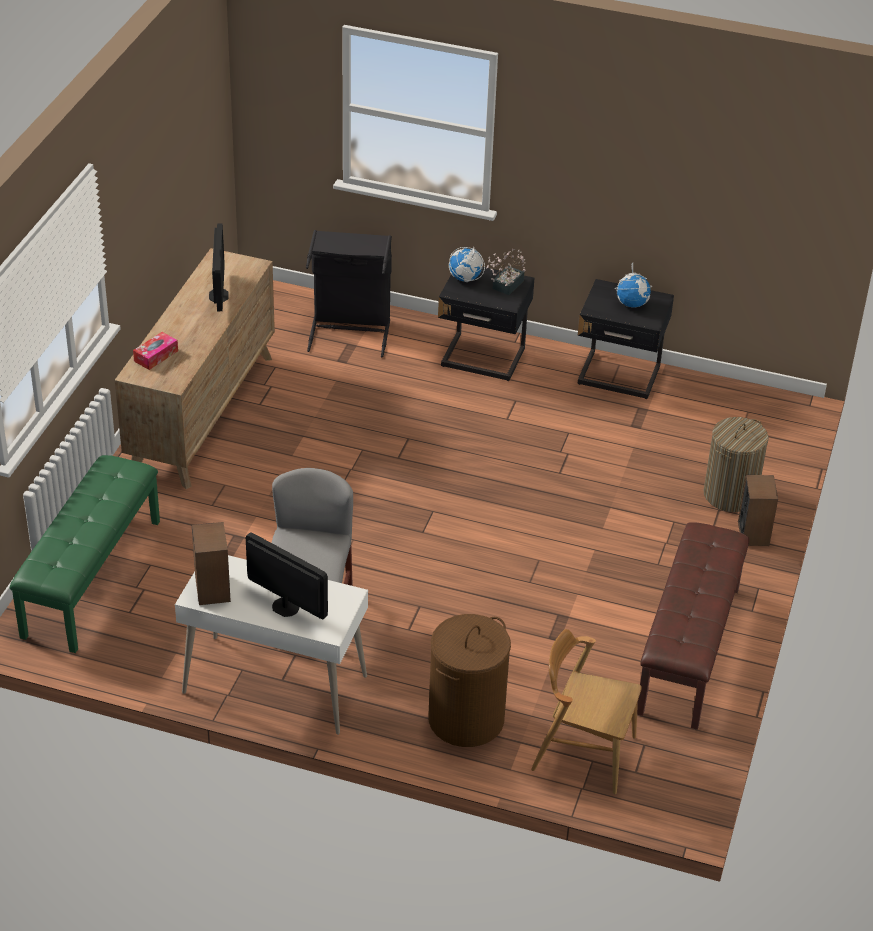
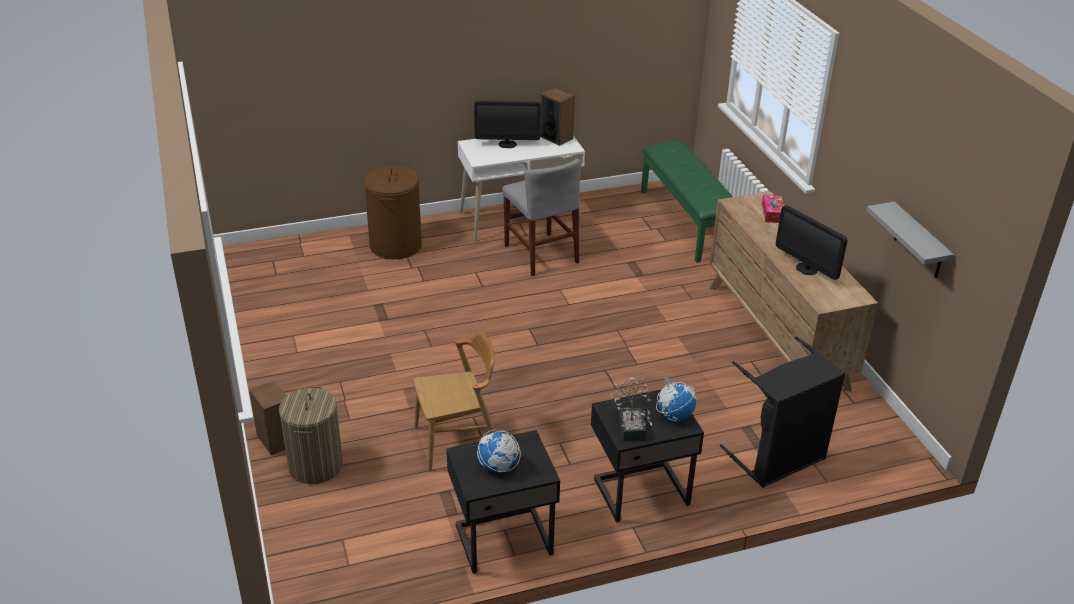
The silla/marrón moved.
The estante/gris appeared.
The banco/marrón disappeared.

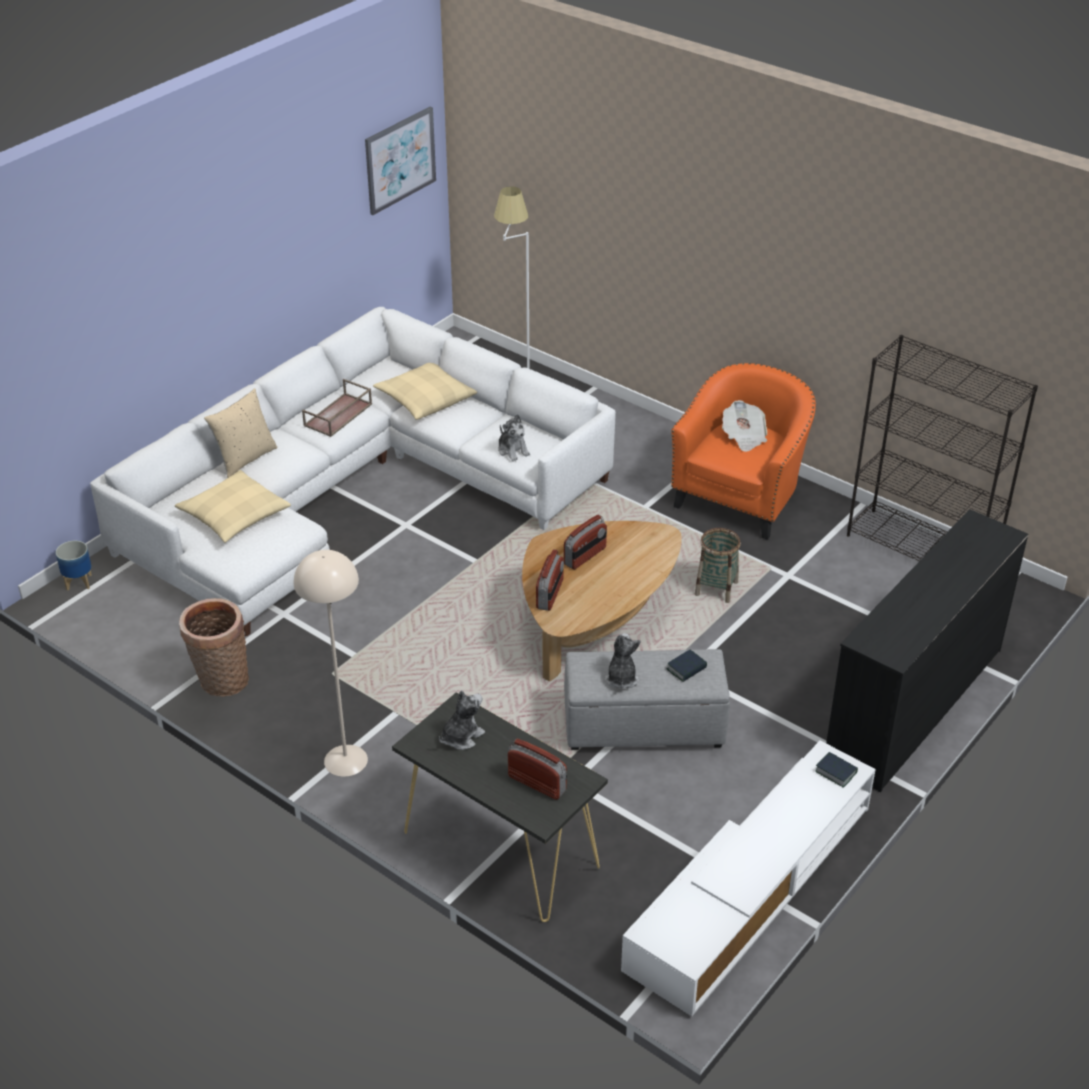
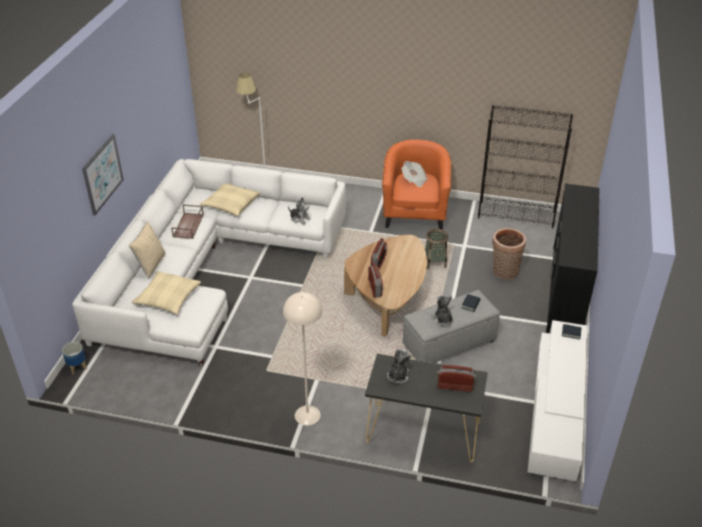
The cuadro moved.
The cesta (1st from left in the first image) moved.

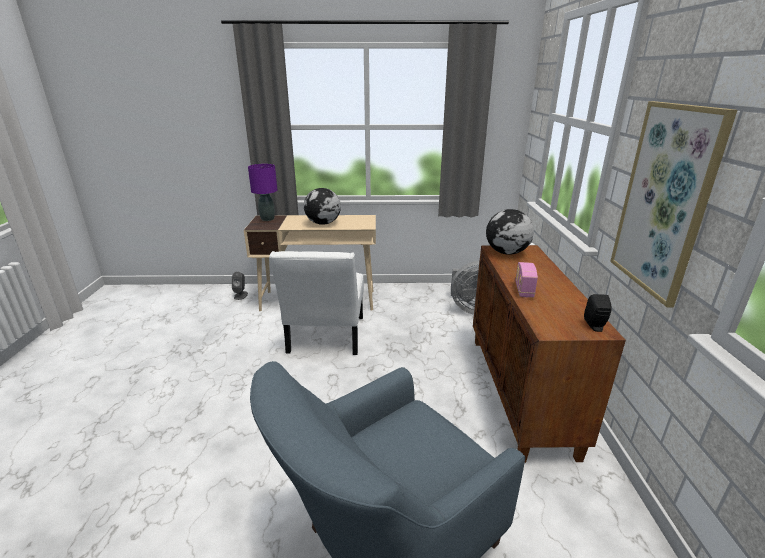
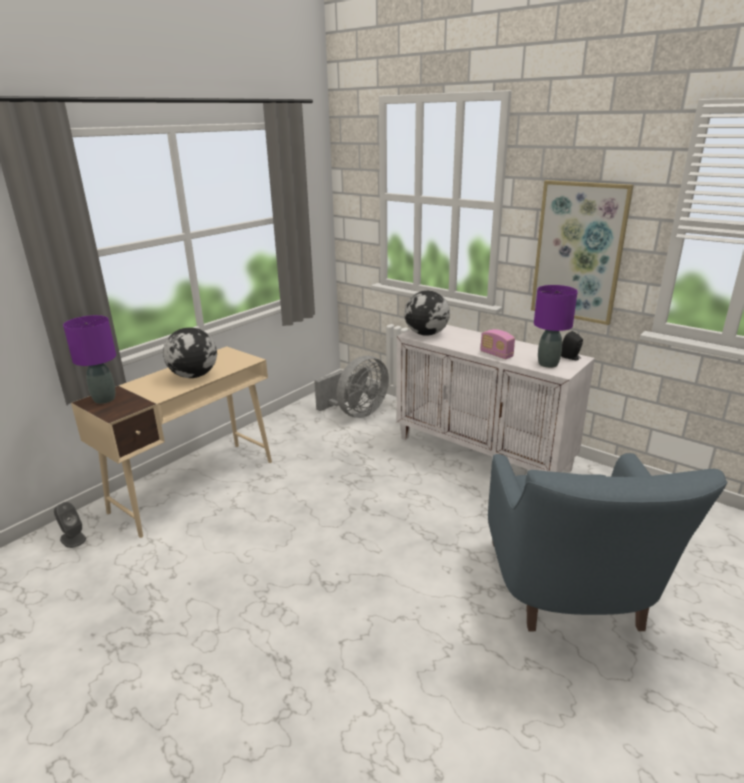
The armario/marrón became the armario/blanco.
The lámpara de mesa/morado (2nd from left) appeared.
The silla/blanco disappeared.

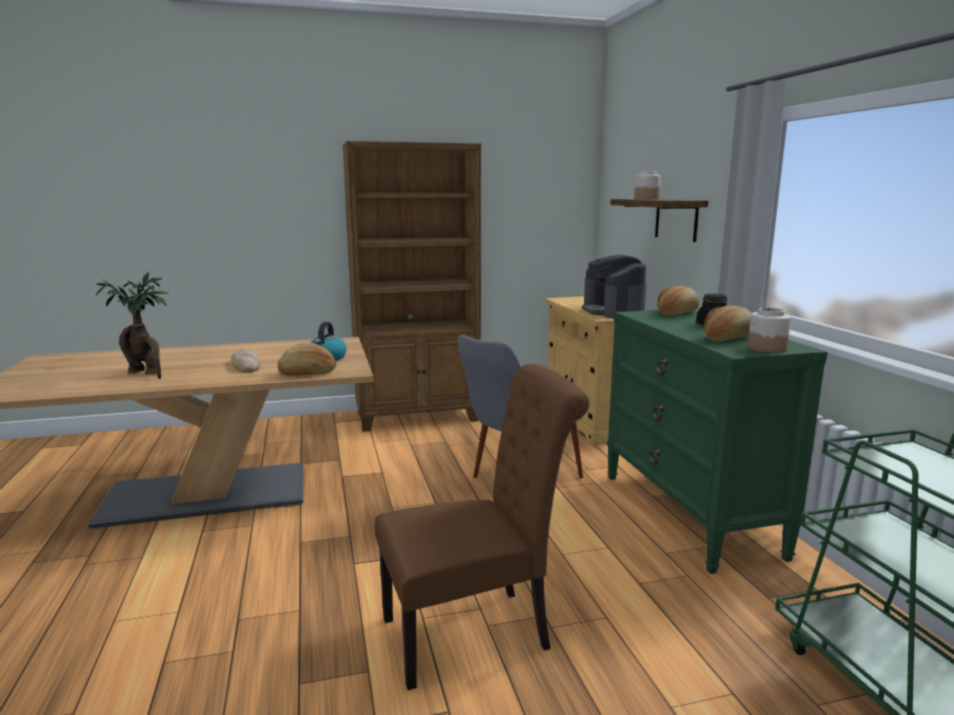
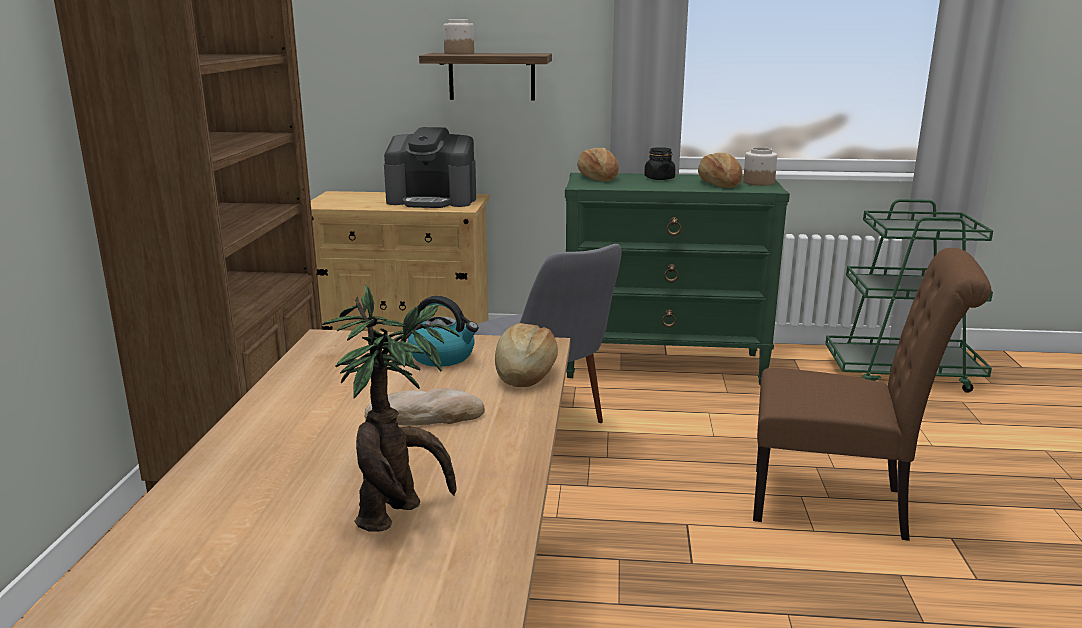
The silla/marrón turned 105 degrees clockwise.

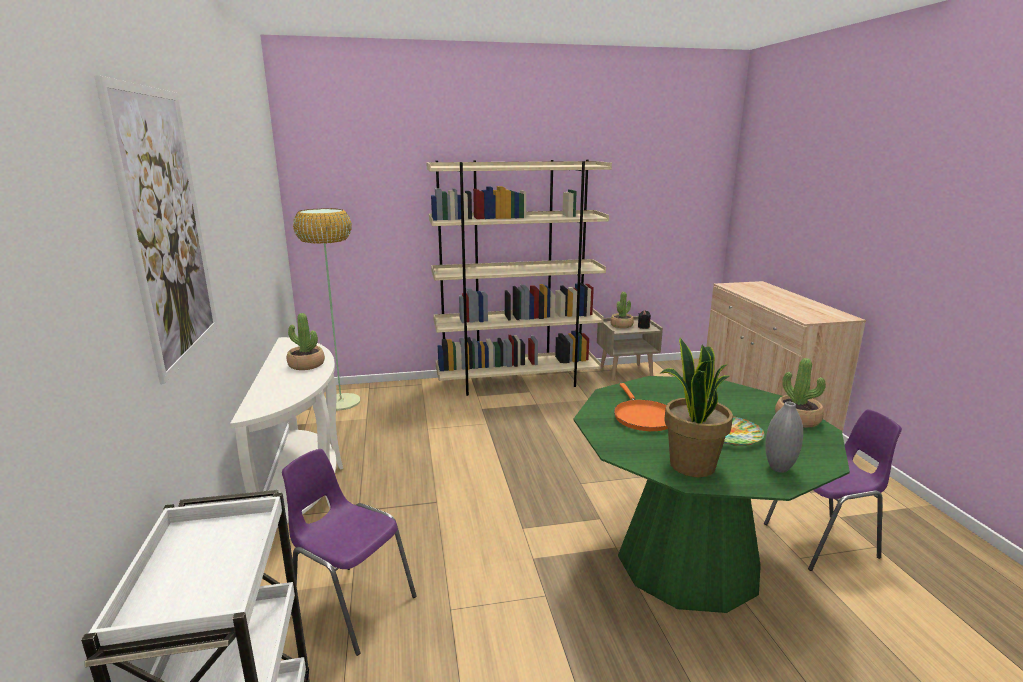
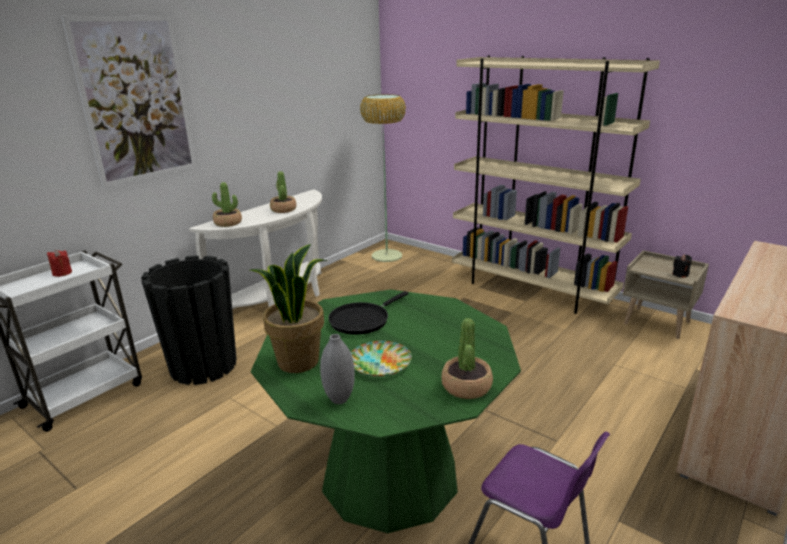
The vela/rojo appeared.
The silla/morado (1st from left) was replaced by the maceta/negro.
The planta en maceta (2nd from left in the first image) moved.
The sartén/naranja became the sartén/negro.

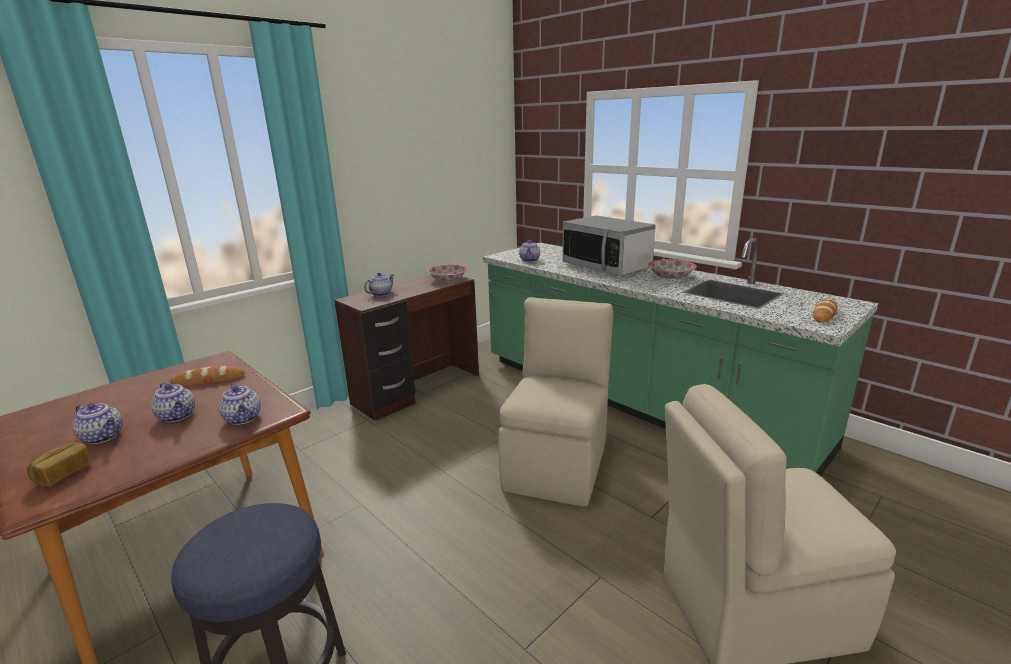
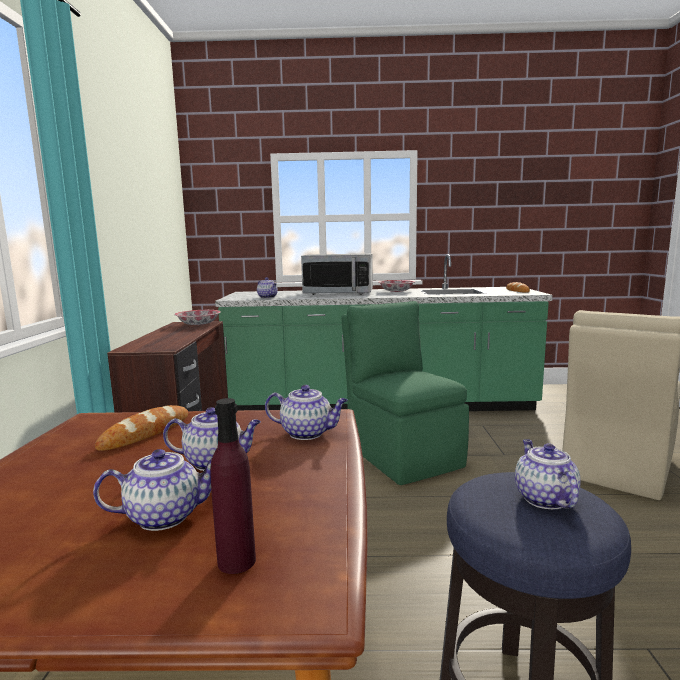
The pan (1st from left) was replaced by the botella/morado.
The silla/beis (1st from left) became the silla/verde.
The tetera (4th from left in the first image) moved.

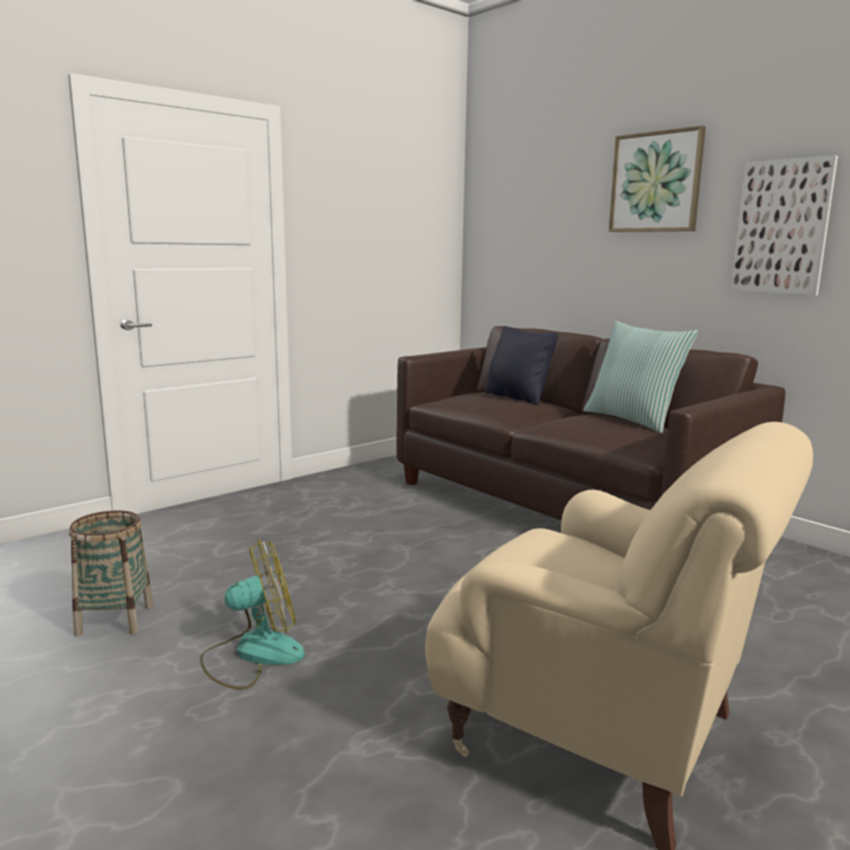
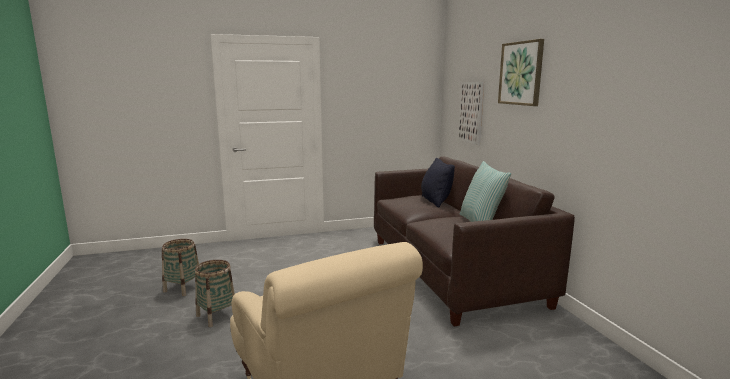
The ventilador was replaced by the cesta (2nd from left).
The cuadro (2nd from left in the first image) moved.

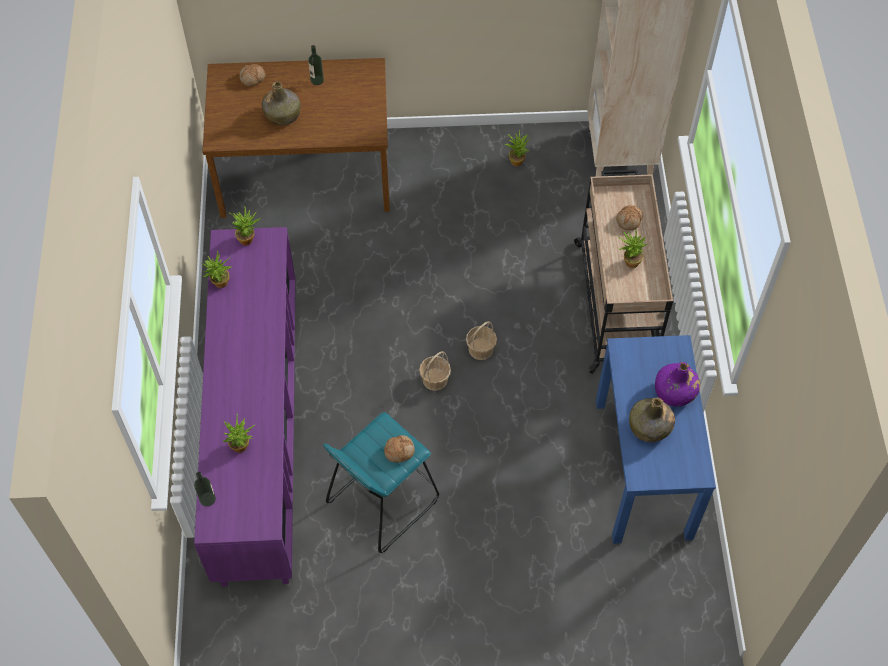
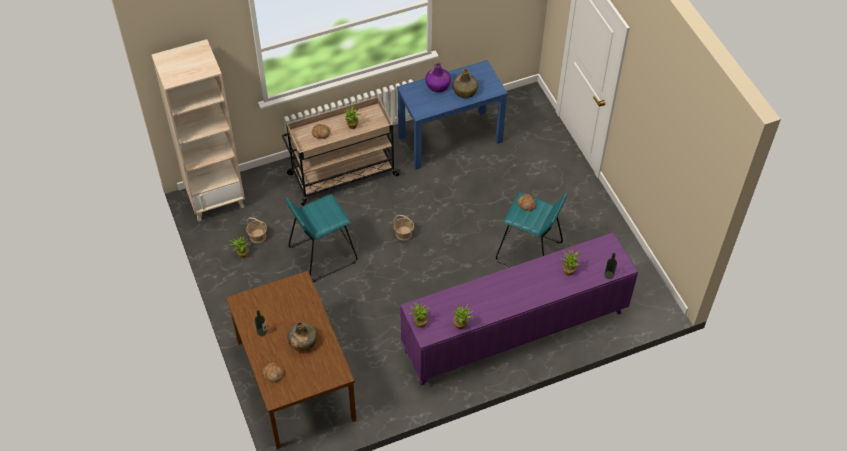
The cesta (1st from left) moved.
The taburete/turquesa (1st from left) appeared.

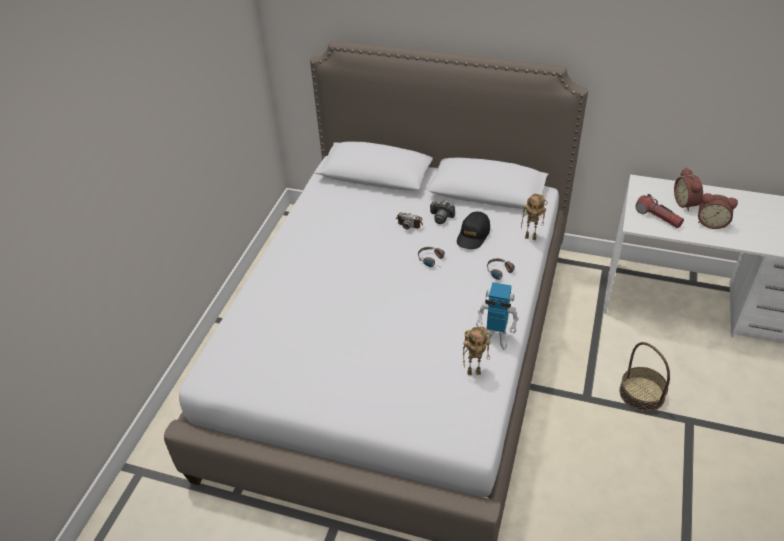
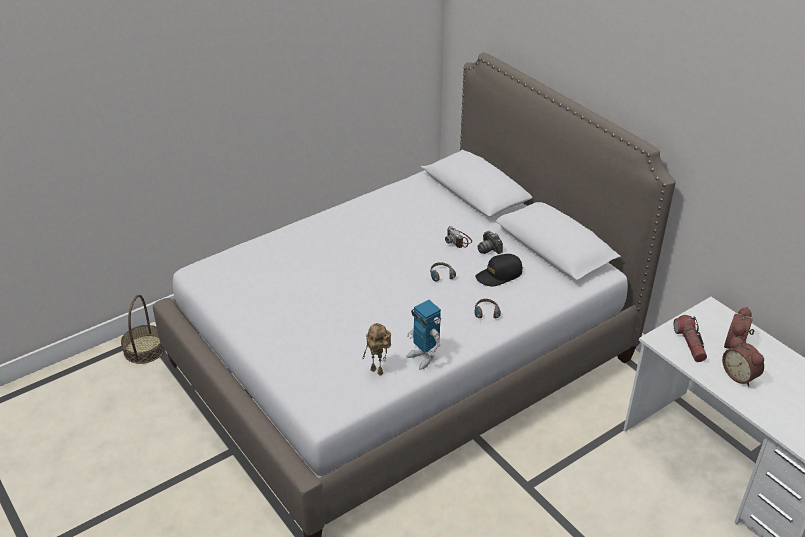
The cesta moved.
The robot de juguete (3rd from left) disappeared.

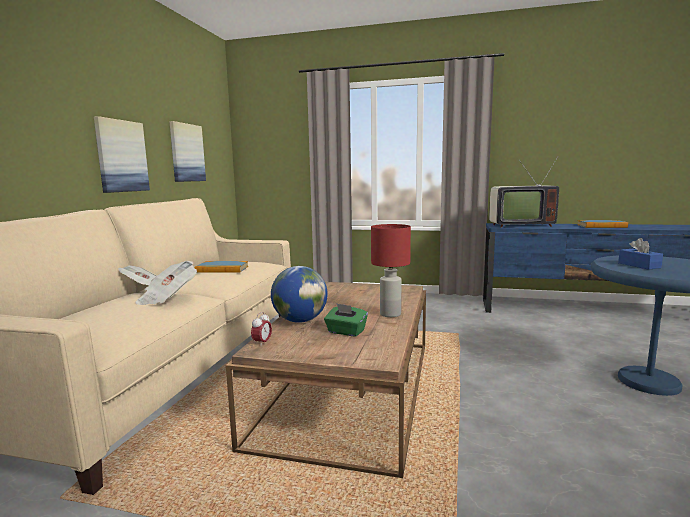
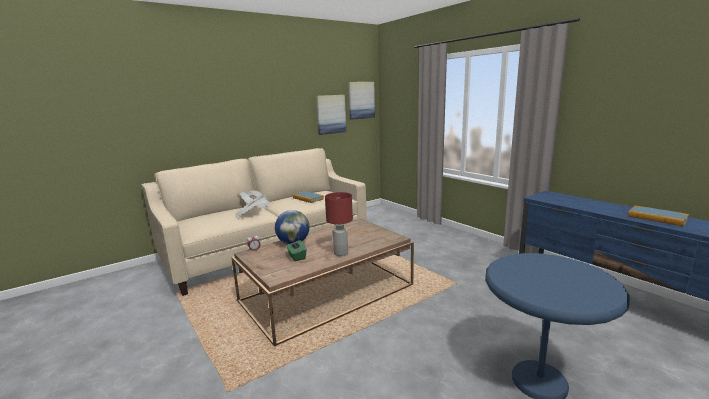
The cuadro (1st from left in the first image) moved.
The televisor disappeared.
The caja de pañuelos/azul disappeared.

